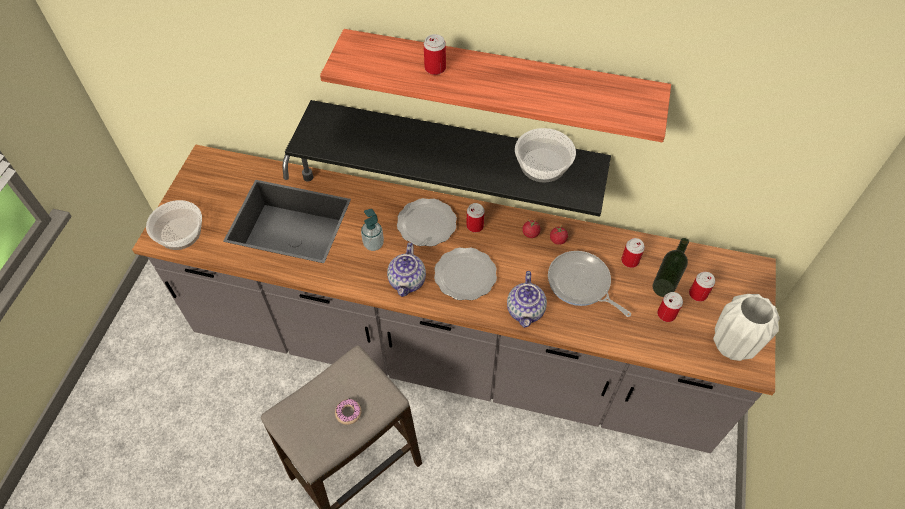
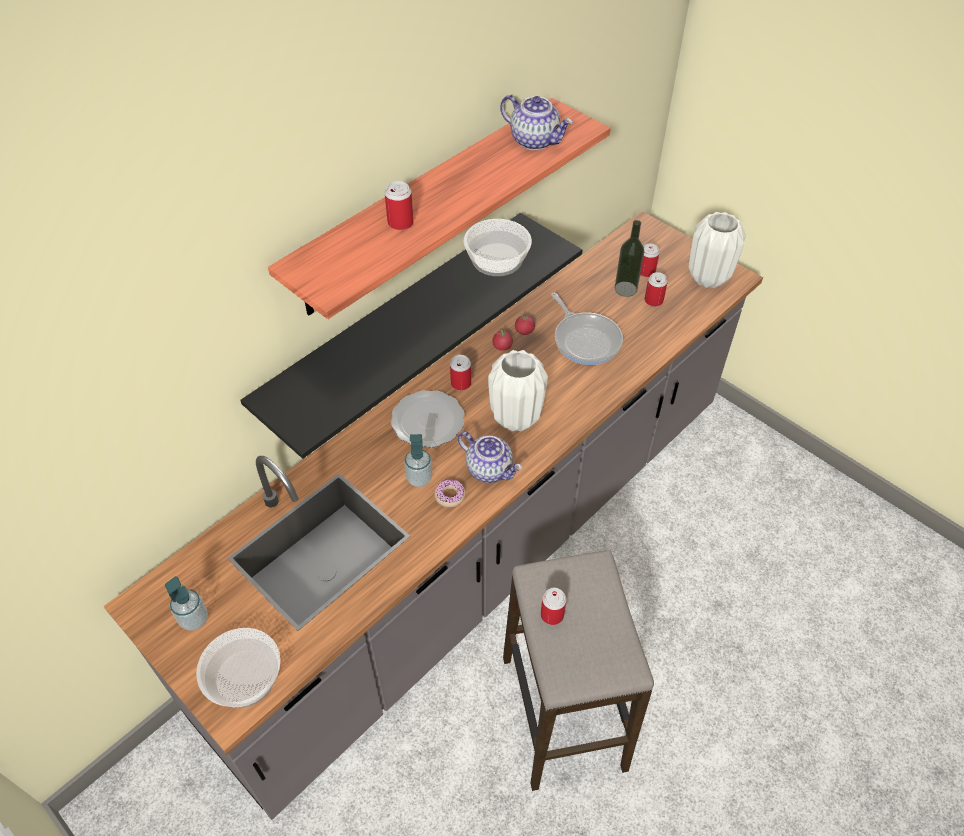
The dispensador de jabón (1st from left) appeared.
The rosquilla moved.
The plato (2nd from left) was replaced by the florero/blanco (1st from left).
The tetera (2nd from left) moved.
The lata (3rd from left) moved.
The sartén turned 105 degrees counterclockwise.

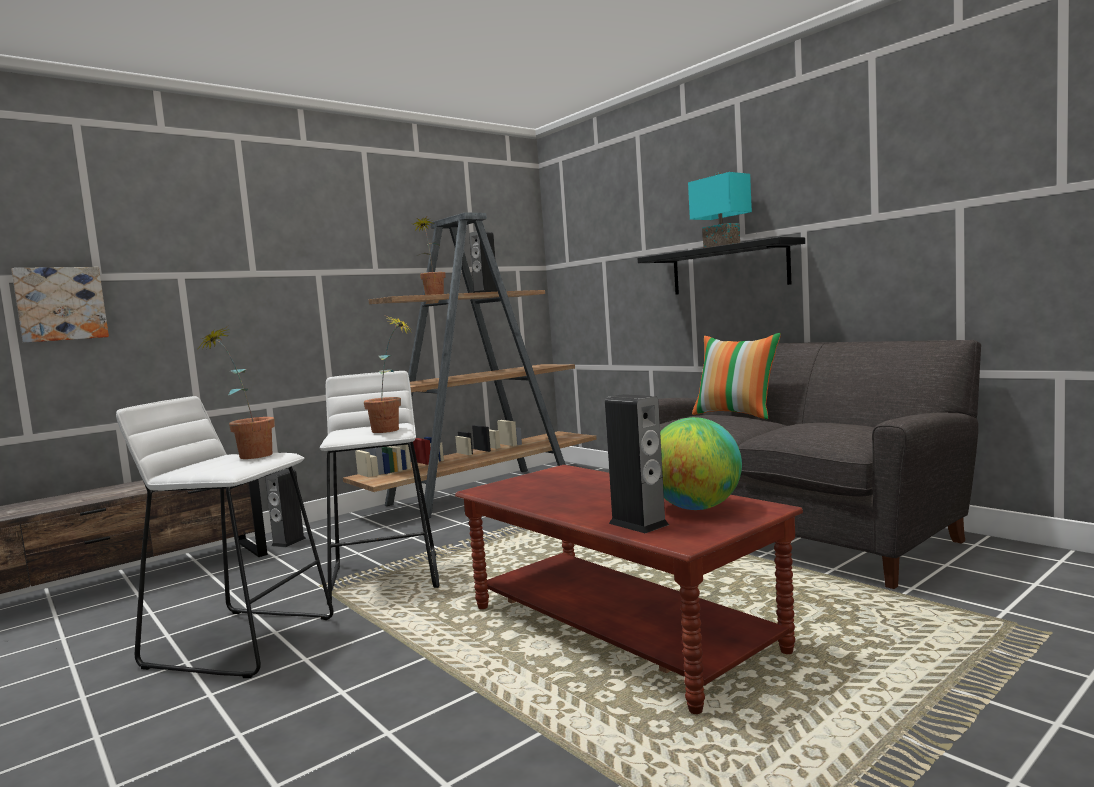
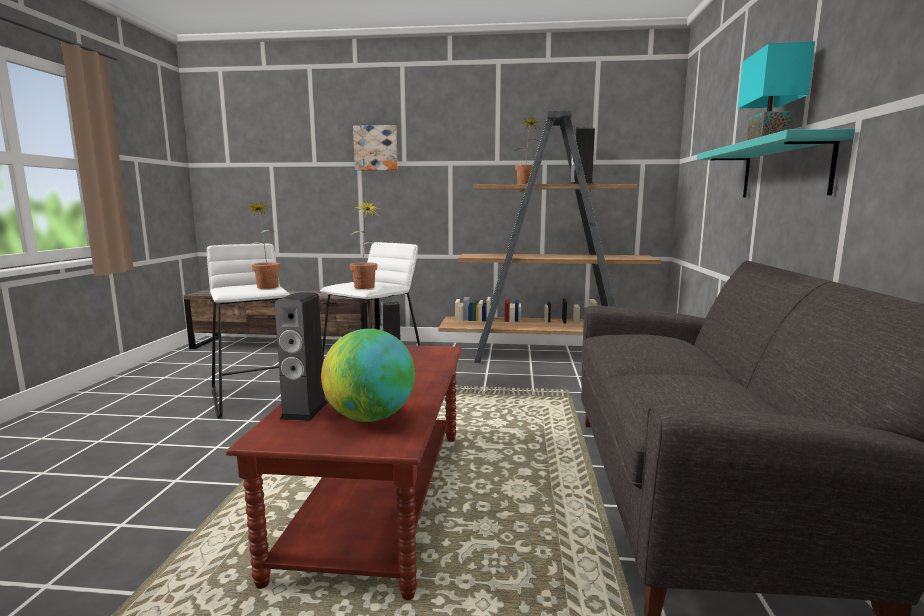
The cuadro moved.
The estante/negro became the estante/turquesa.
The cojín disappeared.

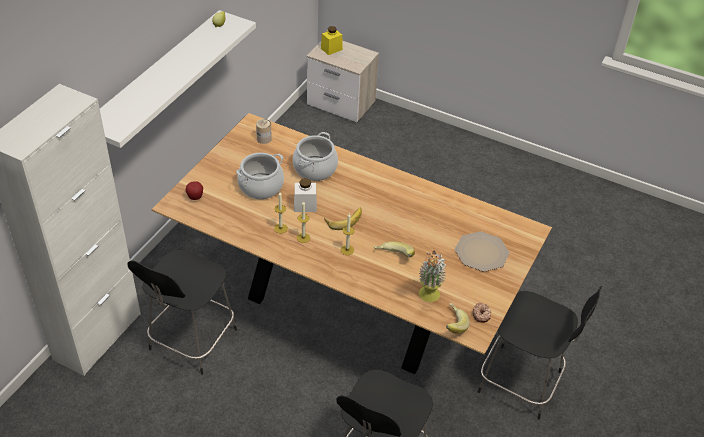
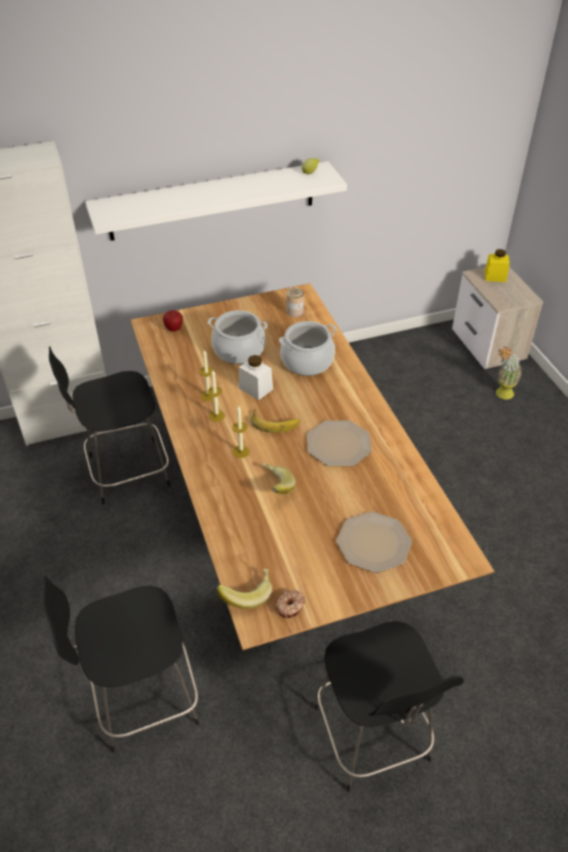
The plato (1st from left) appeared.
The planta en maceta moved.

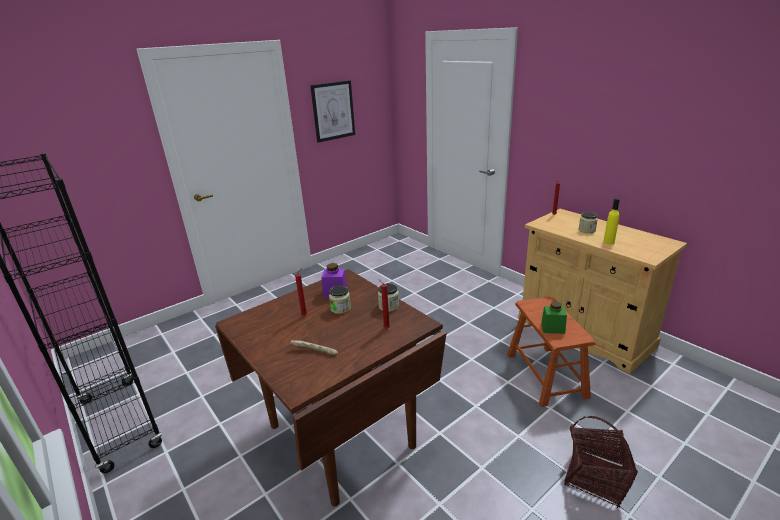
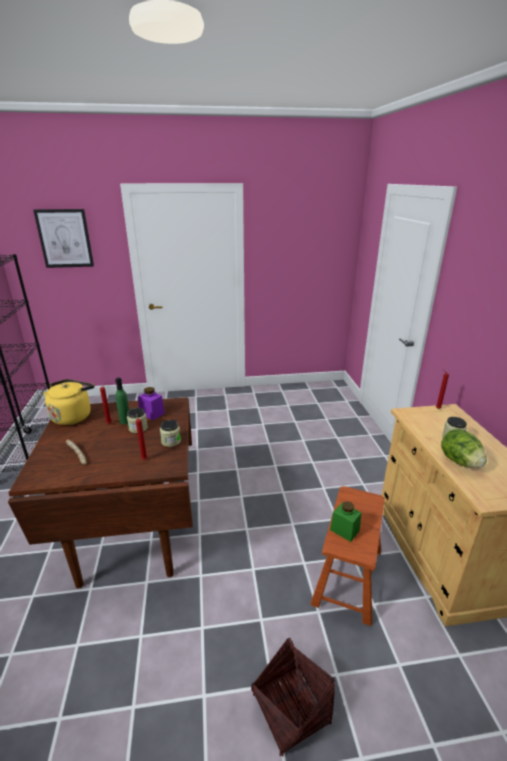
The cuadro moved.
The hervidor/amarillo appeared.
The botella/verde appeared.
The botella/amarillo was replaced by the lechuga.

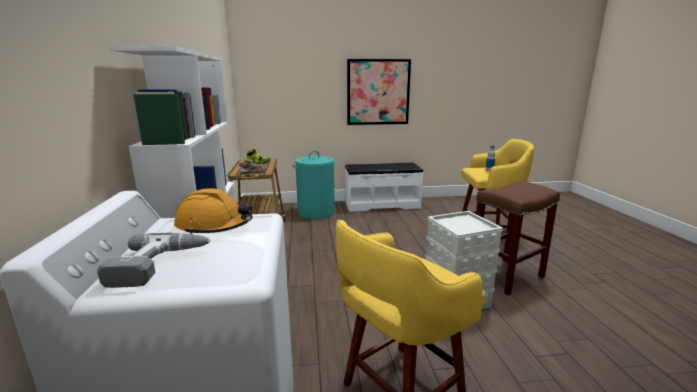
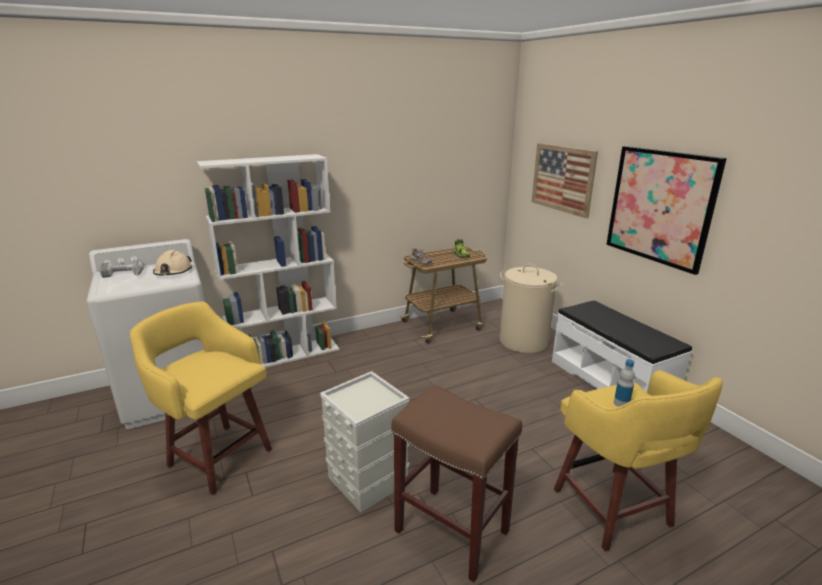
The casco/naranja became the casco/beis.
The cesto de la ropa/turquesa became the cesto de la ropa/beis.
The cuadro (1st from left) appeared.

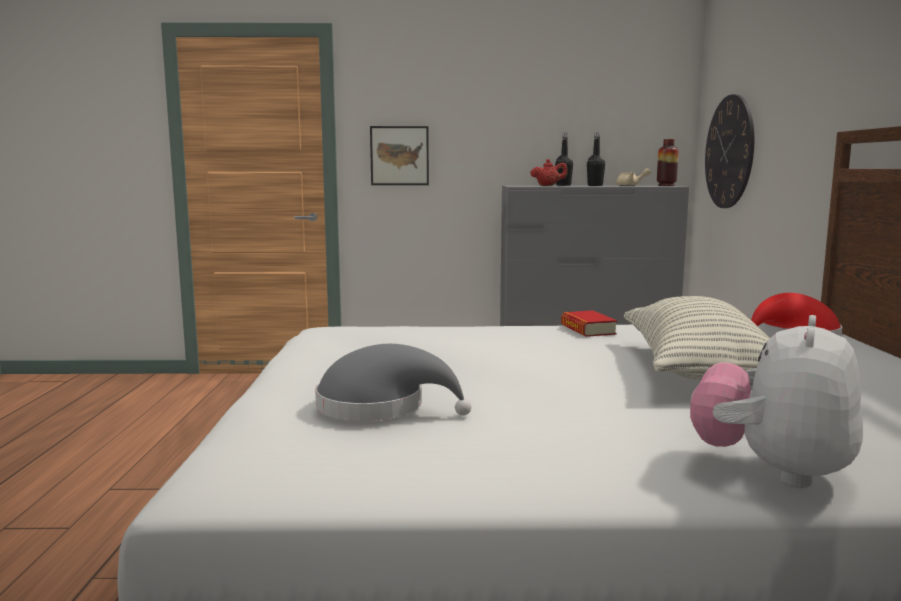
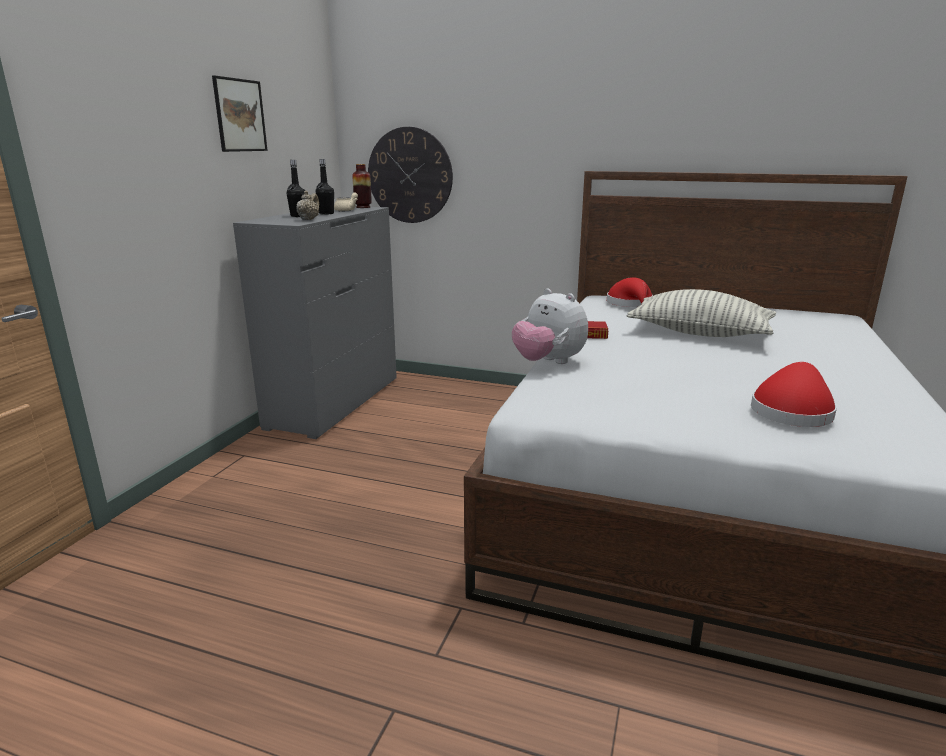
The cuadro moved.
The tetera/rojo became the tetera/beis (1st from left).
The peluche moved.
The sombrero/gris became the sombrero/rojo (2nd from left).

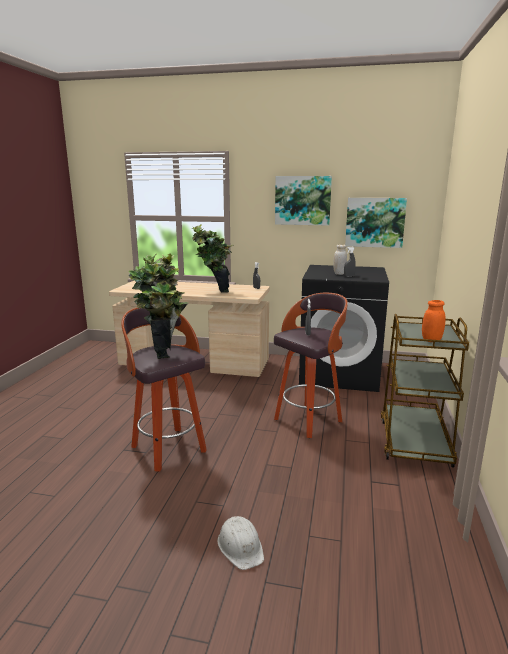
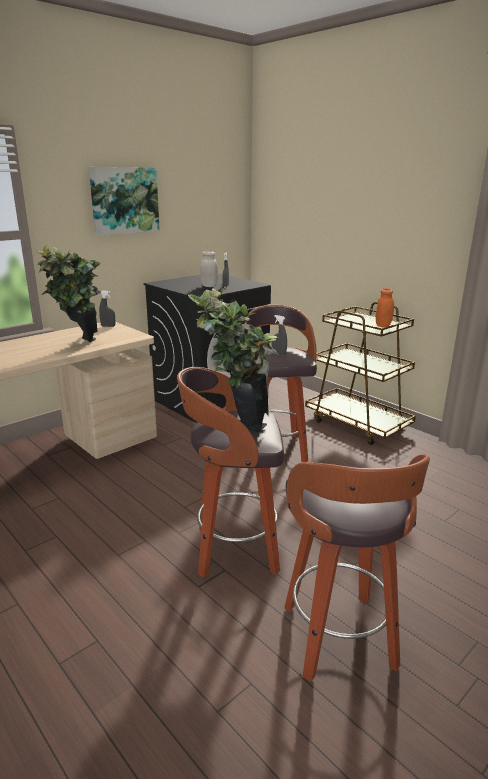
The taburete (3rd from left) appeared.
The casco/blanco disappeared.
The cuadro (2nd from left) disappeared.

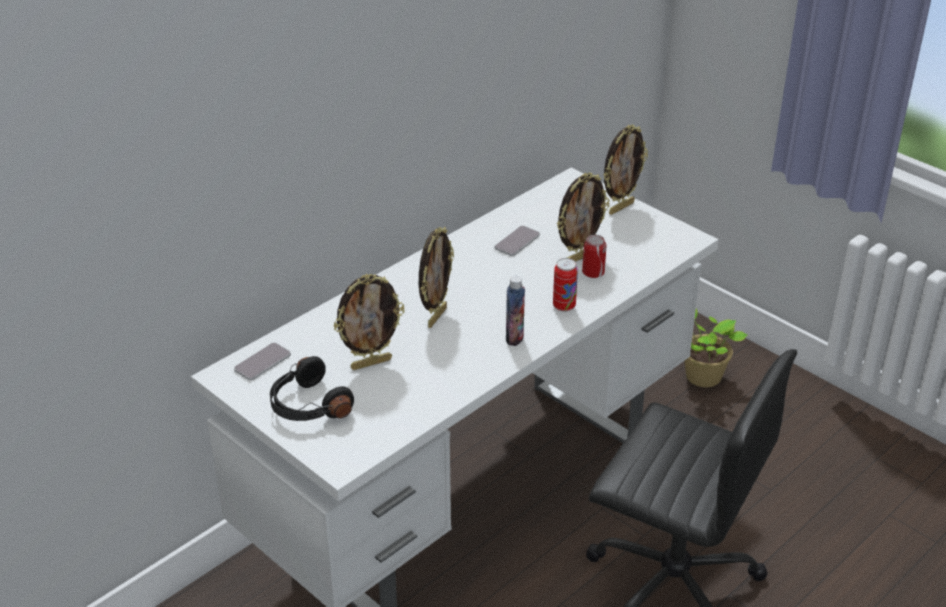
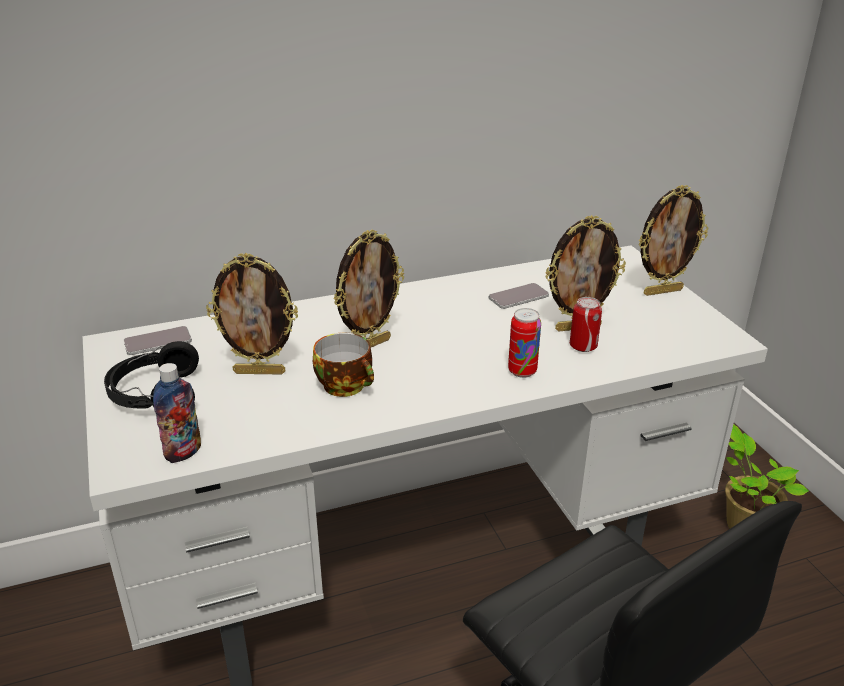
The botella moved.
The taza appeared.

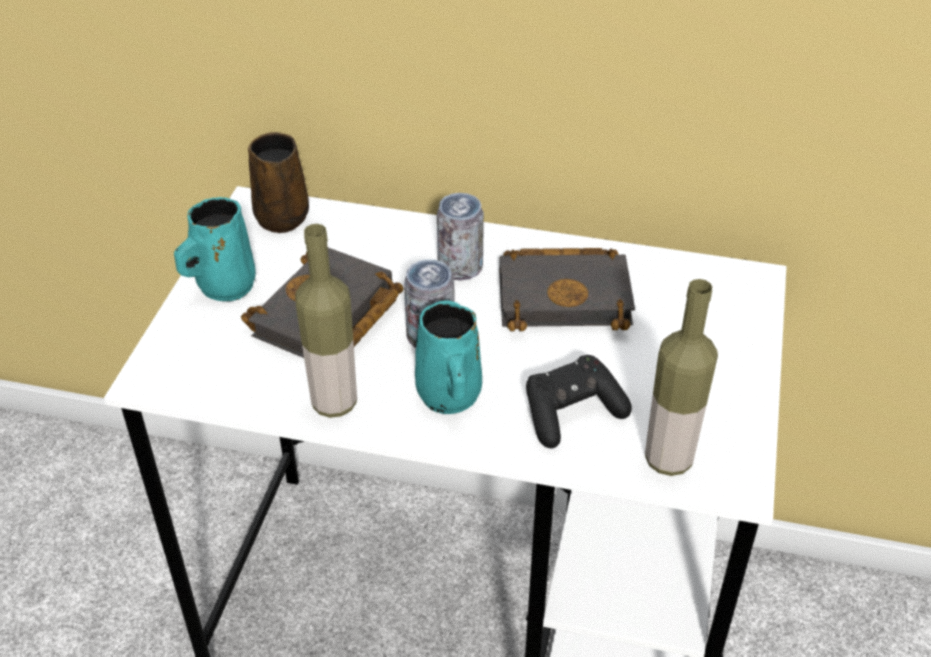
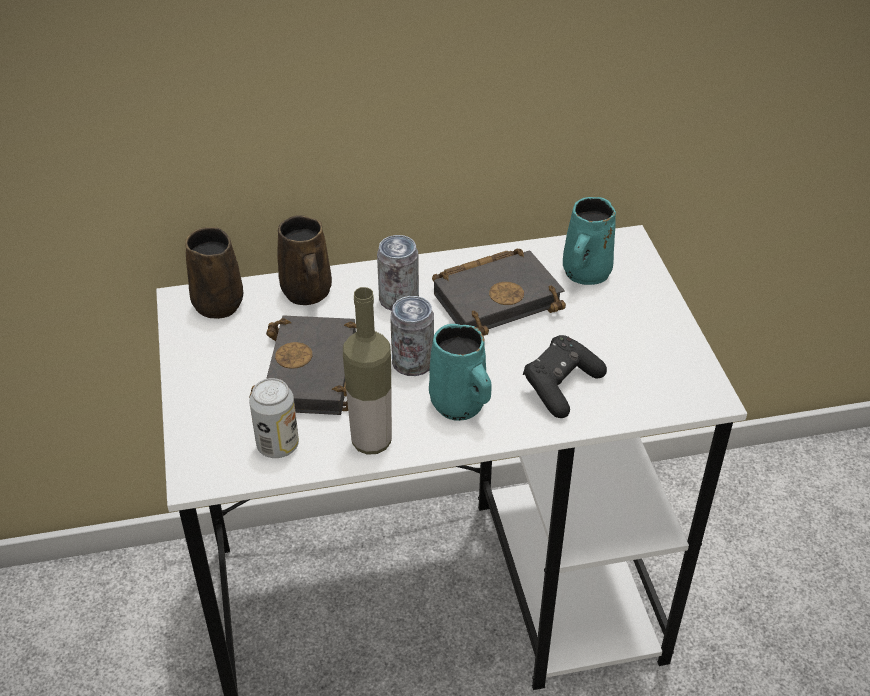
The lata (1st from left) appeared.
The taza grande/marrón (2nd from left) appeared.
The taza grande/turquesa (1st from left in the first image) moved.
The botella (2nd from left) disappeared.

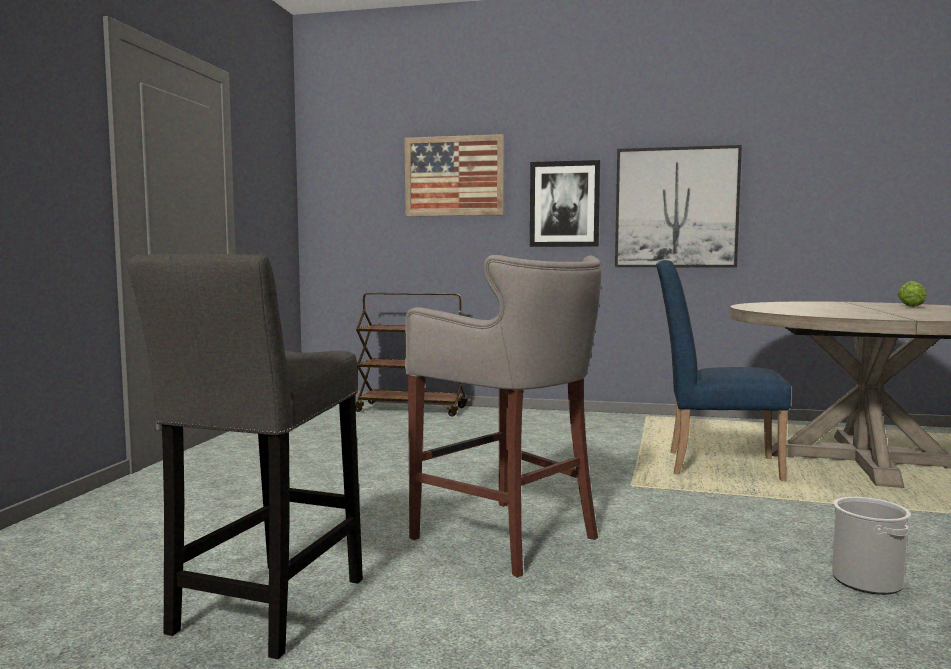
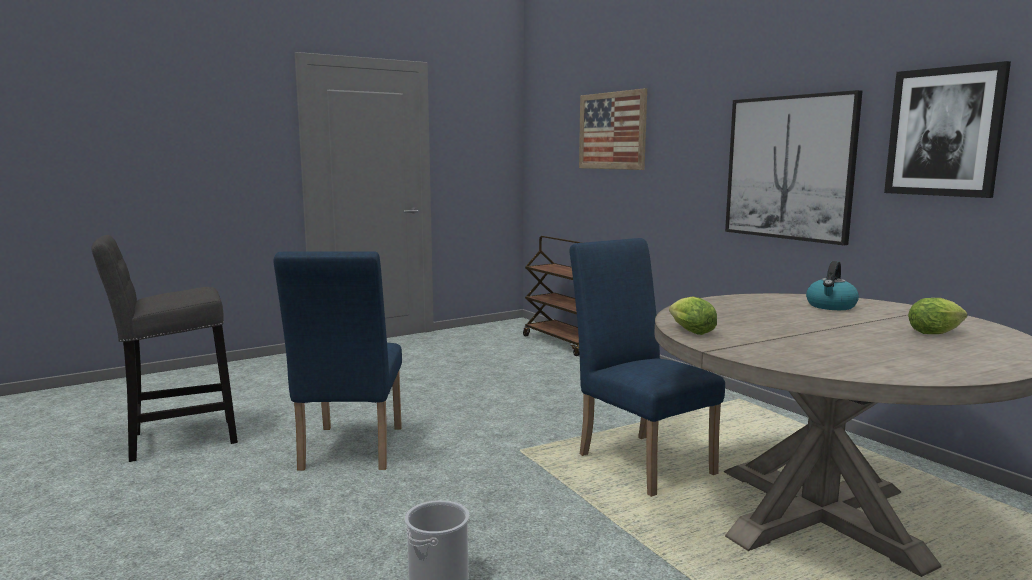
The taburete/gris (2nd from left) was replaced by the silla/azul (1st from left).
The lechuga (1st from left) appeared.
The hervidor appeared.
The cuadro (2nd from left in the first image) moved.

